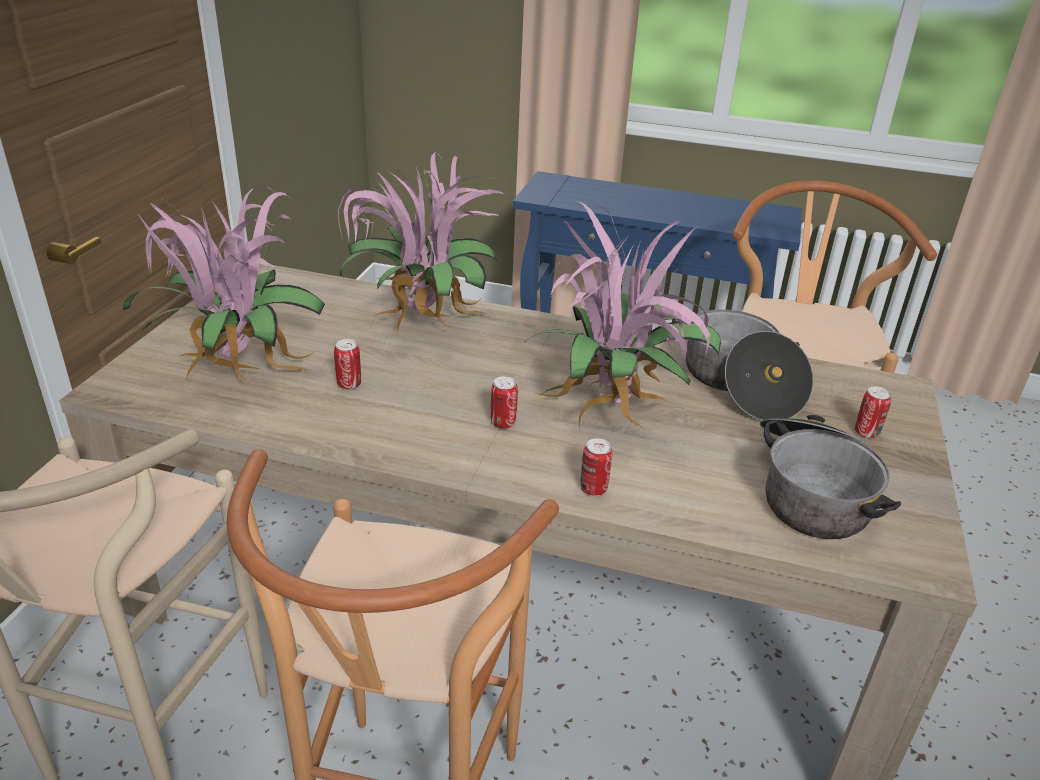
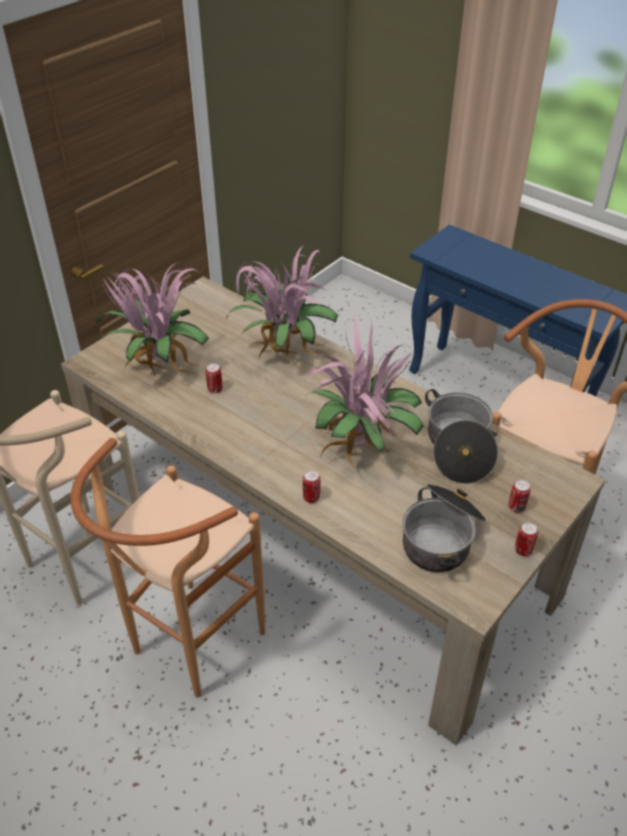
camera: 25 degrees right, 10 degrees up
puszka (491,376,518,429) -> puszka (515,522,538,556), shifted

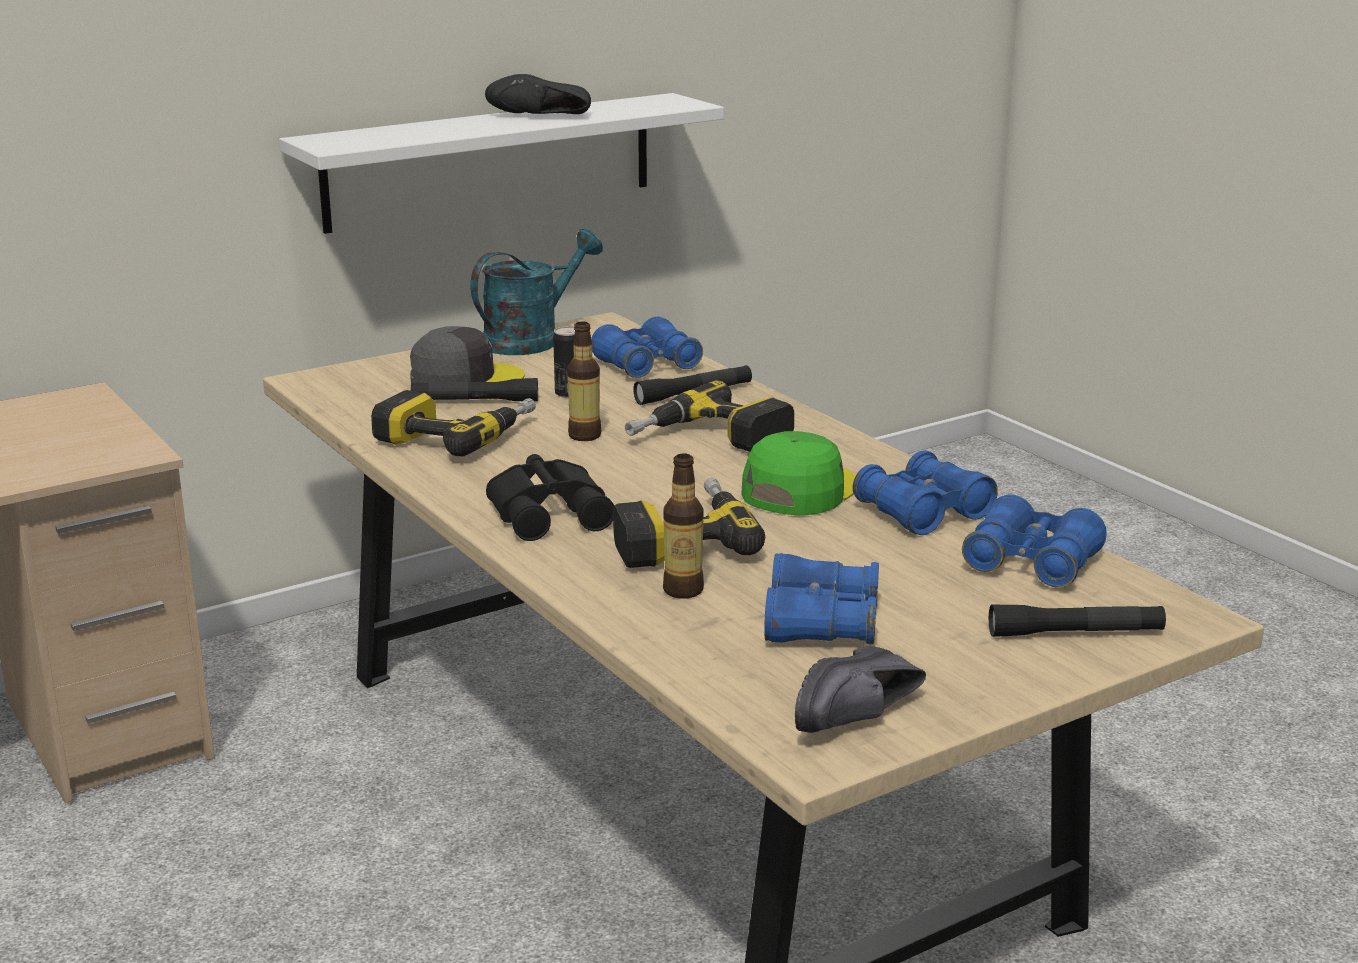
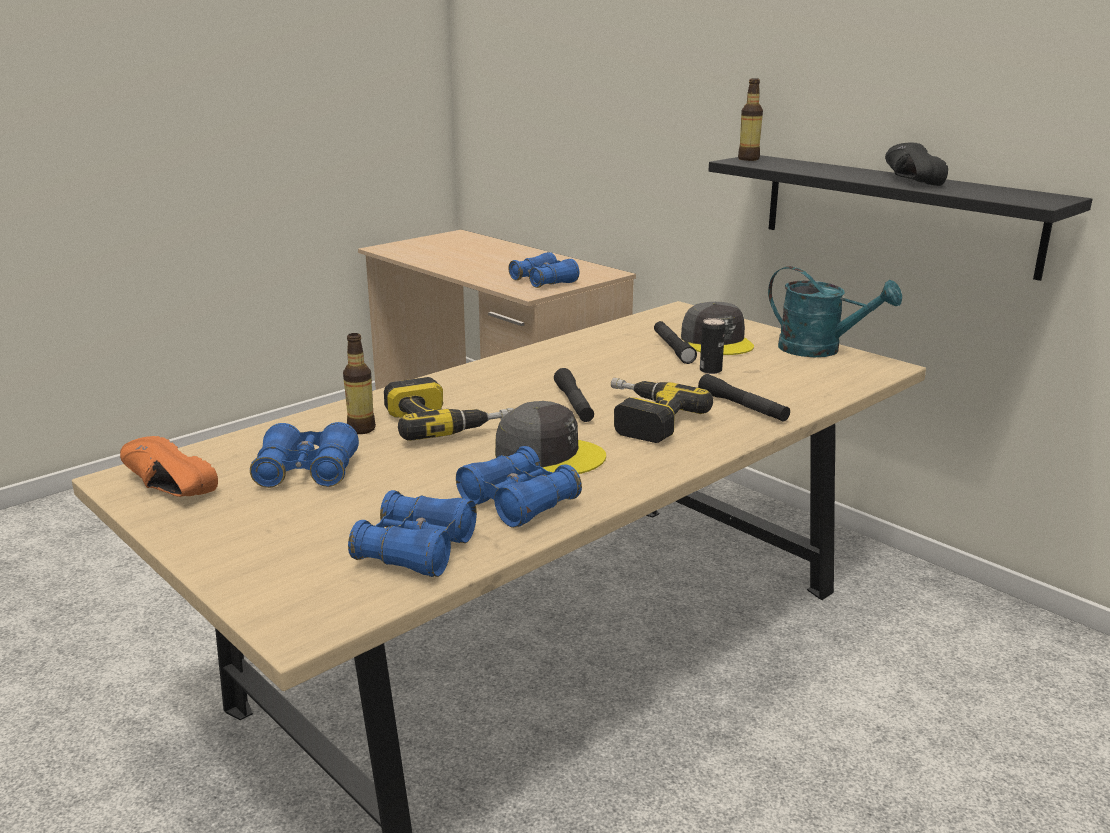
camera: 80 degrees right, 0 degrees up
półka [biały] (279,93,724,234) -> półka [czarny] (708,155,1093,281)
wiertarka (371,390,536,457) -> none
lornetka [czarny] (486,454,614,541) -> none
butelka (567,322,601,441) -> butelka (738,78,763,161), shifted
lornetka [niebieski] (591,317,703,378) -> lornetka [niebieski] (509,252,579,288), shifted
czapka z daszkiem [zielony] (741,431,855,516) -> czapka z daszkiem [szary] (495,401,606,474)
but [czarny] (795,645,926,733) -> but [pomarańczowy] (120,436,218,497)
latarka [czarny] (989,605,1166,637) -> latarka [czarny] (554,368,594,422), shifted

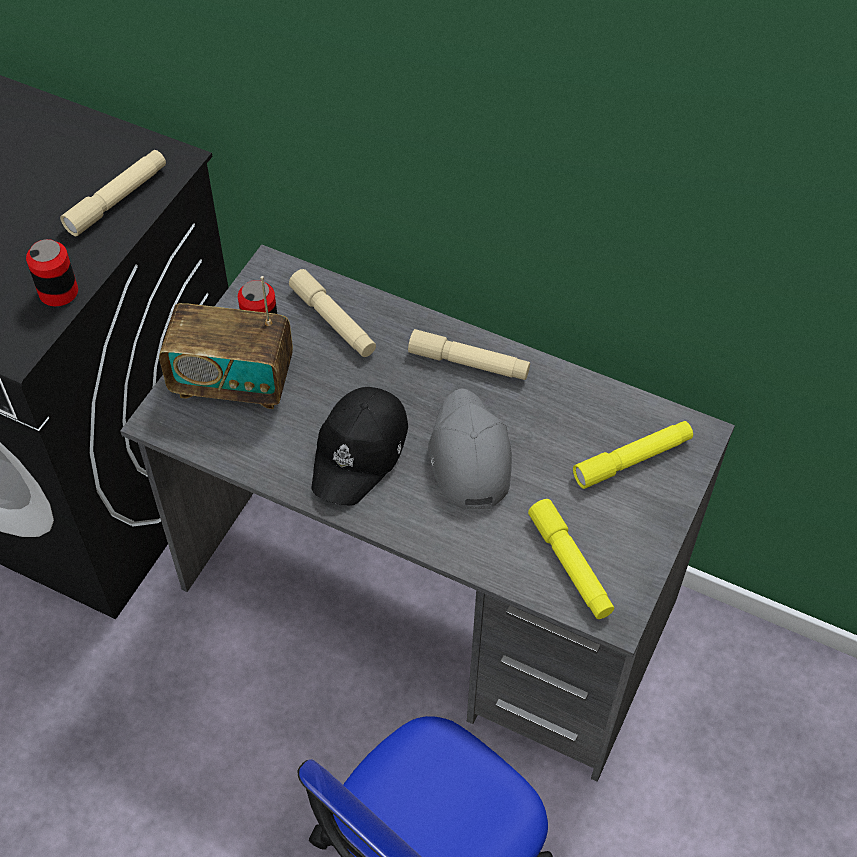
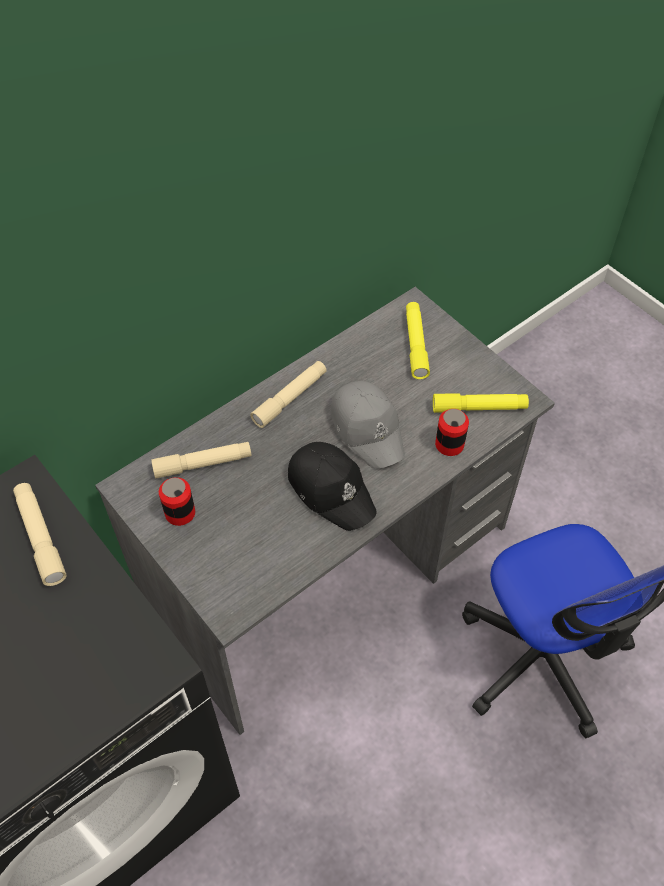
camera: 65 degrees left, 0 degrees up
puszka (26,239,78,307) -> puszka (435,409,469,456), shifted
radio (159,276,293,409) -> none
czapka z daszkiem [szary] (428,388,512,510) -> czapka z daszkiem [szary] (330,381,405,468), 135 degrees counterclockwise

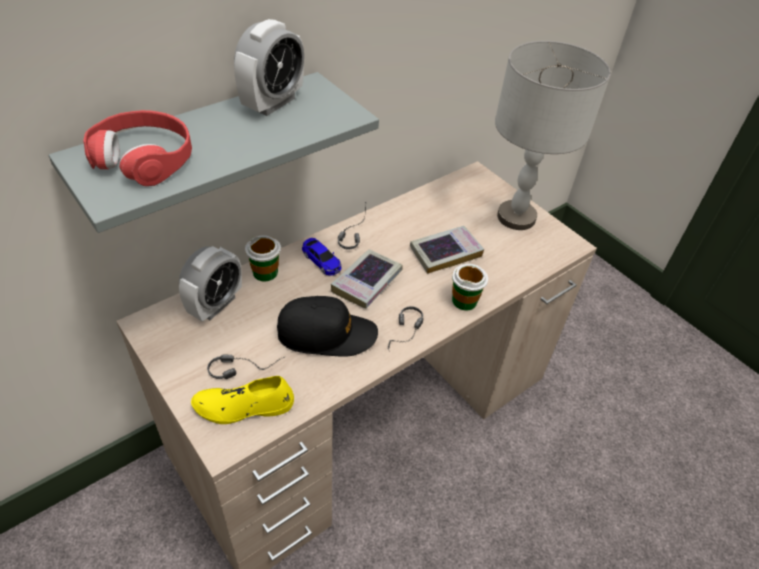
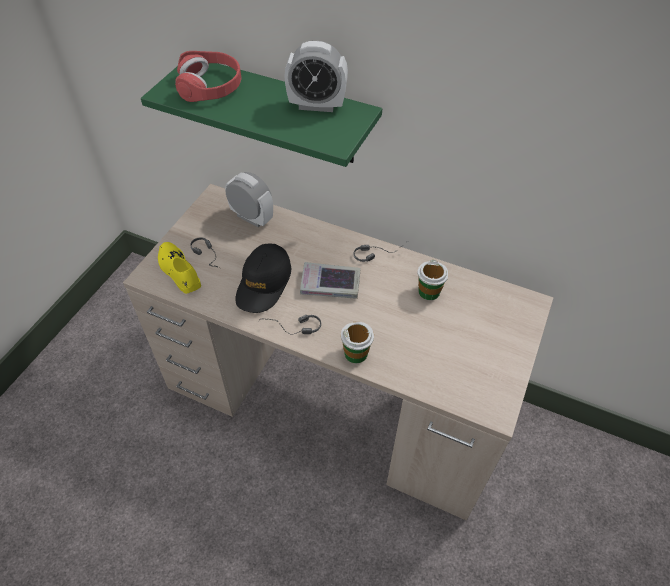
camera: 65 degrees right, 5 degrees up
półka [szary] (49,72,379,233) -> półka [zielony] (141,63,382,167)
budzik (179,246,242,322) -> budzik (225,172,273,227), 150 degrees counterclockwise
filiżanka (245,235,281,282) -> filiżanka (417,260,449,300), shifted
czapka z daszkiem [czarny] (277,296,378,357) -> czapka z daszkiem [czarny] (235,244,291,313), 45 degrees clockwise
samochodzik (302,238,341,276) -> none
książka (410,226,484,274) -> none
lampa stołowa [szary] (495,41,610,230) -> none

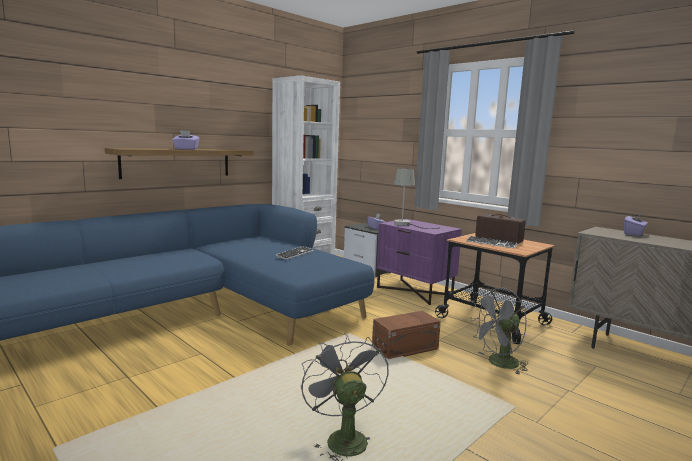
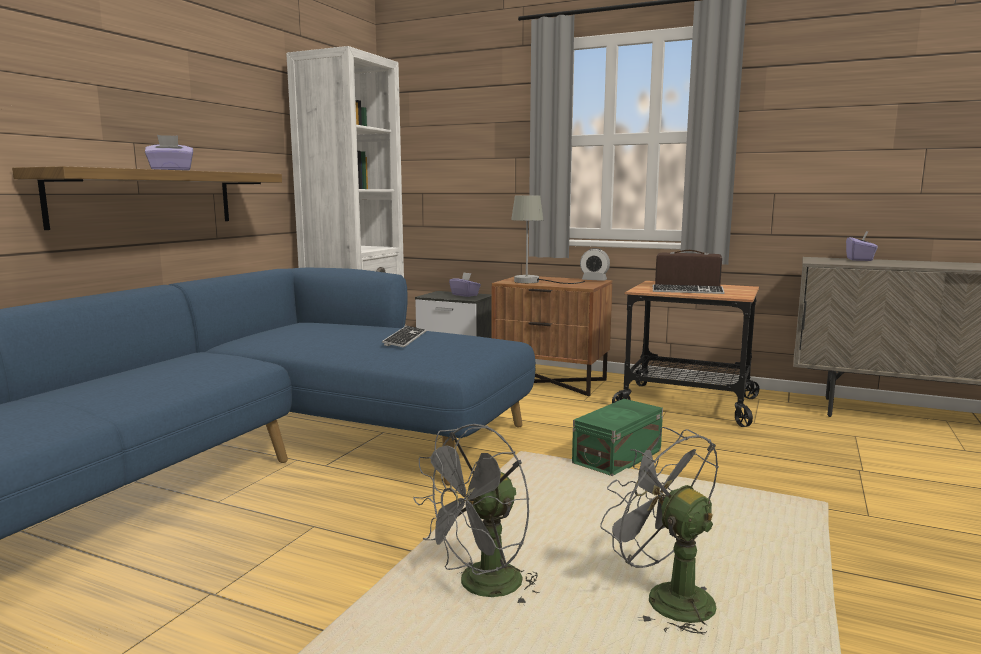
camera: 20 degrees left, 0 degrees up
pojemnik do przechowywania [brązowy] (372,311,441,359) -> pojemnik do przechowywania [zielony] (572,399,663,476)
szafka nocna [fioletowy] (377,219,462,305) -> szafka nocna [brązowy] (492,276,612,396)
wentylator [szary] (470,288,528,375) -> wentylator [szary] (413,424,540,606), shifted
none -> budzik (580,248,610,281)

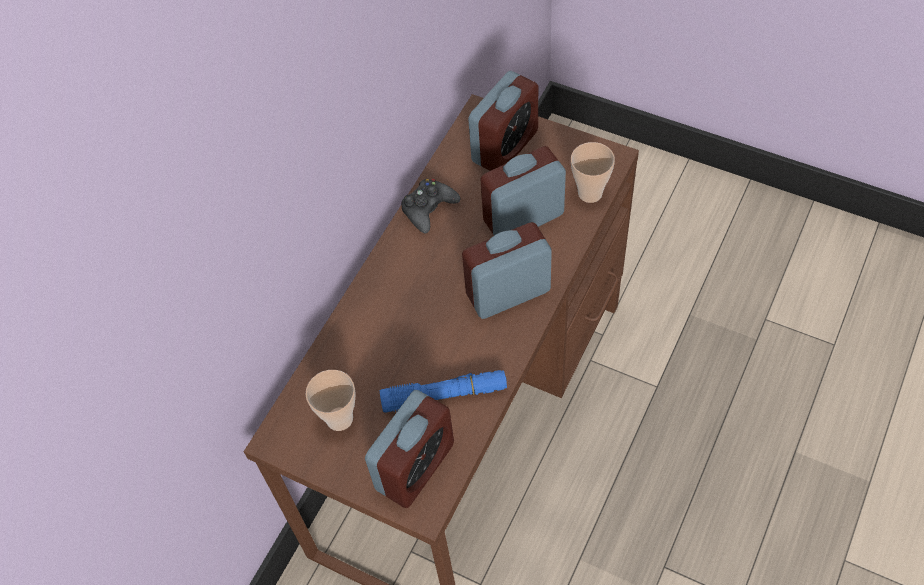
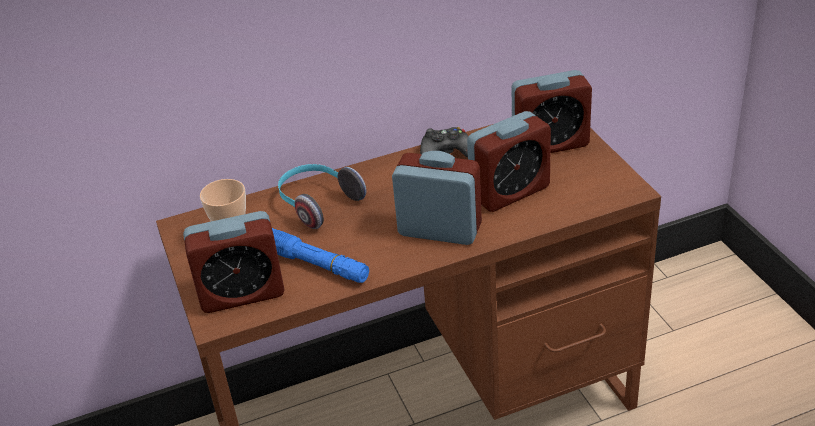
camera: 40 degrees right, 20 degrees down
budzik (481,146,566,235) -> budzik (467,111,551,212), 135 degrees clockwise
filiżanka (571,142,615,203) -> none
none -> słuchawki (278,164,367,229)

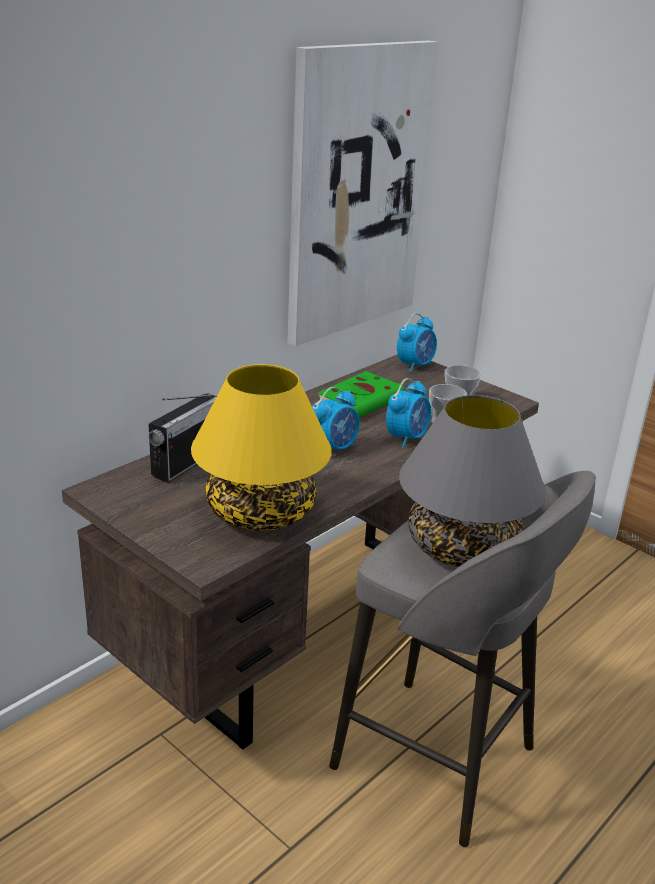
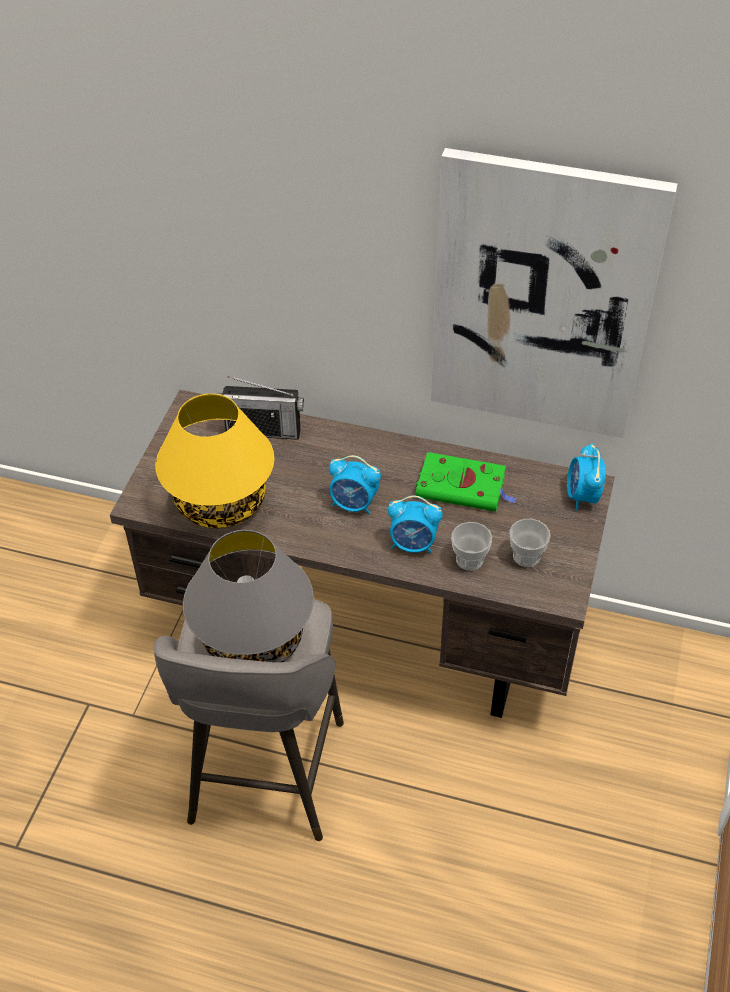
camera: 65 degrees right, 20 degrees up
budzik (397,313,437,372) -> budzik (567,443,605,510), 75 degrees clockwise

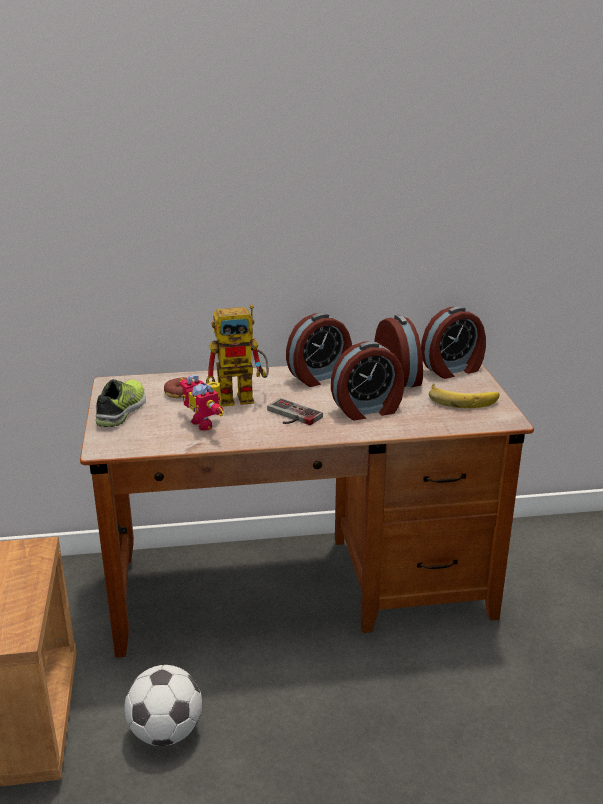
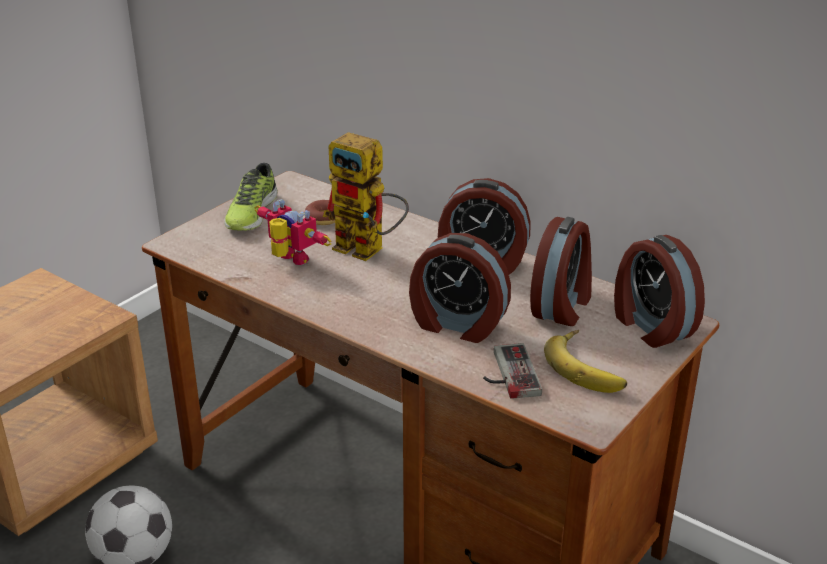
camera: 45 degrees right, 5 degrees up
but (95,379,146,427) -> but (224,163,277,231), 135 degrees clockwise
robot zabawkowy (179,374,224,431) -> robot zabawkowy (254,199,331,265), 120 degrees clockwise
pad do gier (267,398,323,425) -> pad do gier (483,343,542,399), shifted
budzik (421,307,486,379) -> budzik (614,235,705,348), 45 degrees clockwise

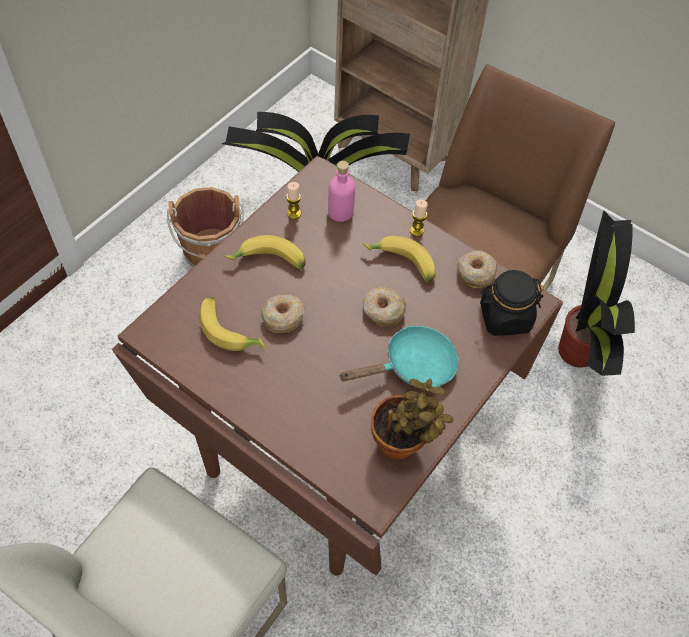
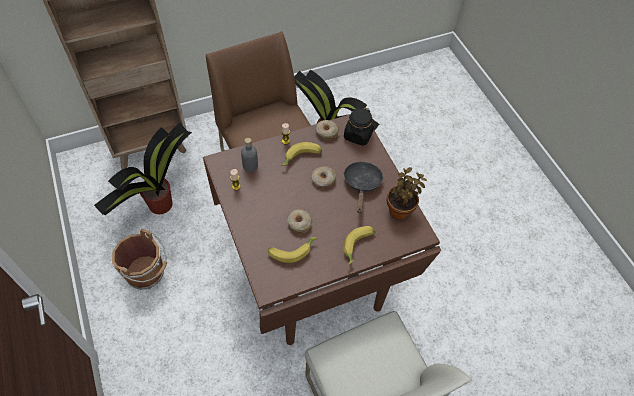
camera: 60 degrees left, 0 degrees up
banan (224,235,306,270) -> banan (343,226,376,265), shifted
butelka [różowy] (328,161,355,222) -> butelka [szary] (241,138,258,172)
patelnia [turkusowy] (339,326,459,387) -> patelnia [czarny] (343,162,384,213)

